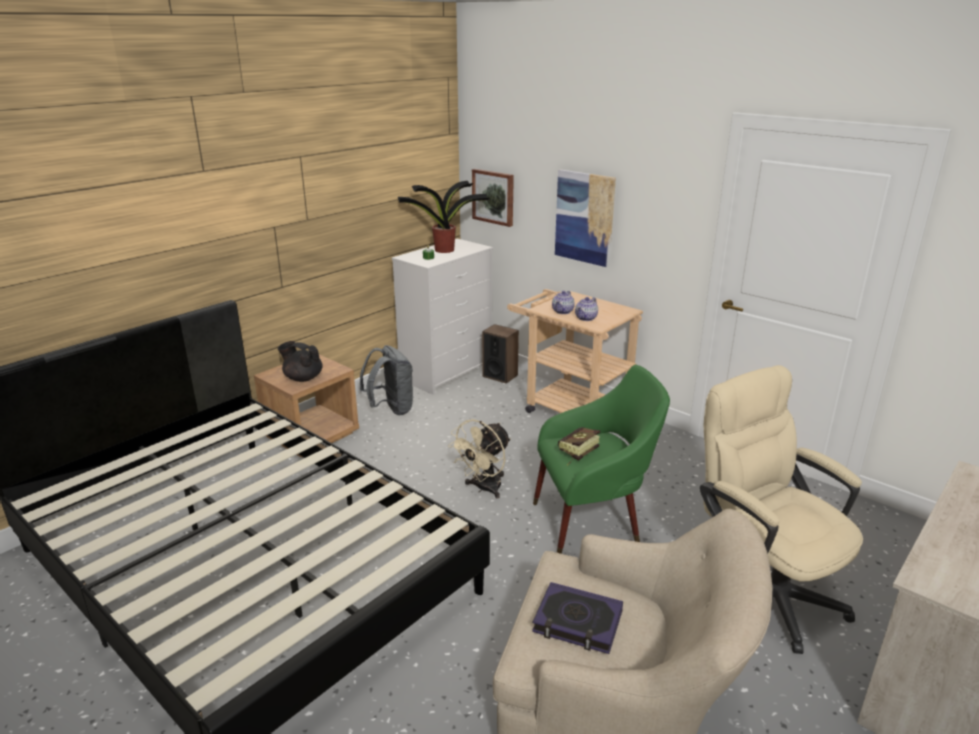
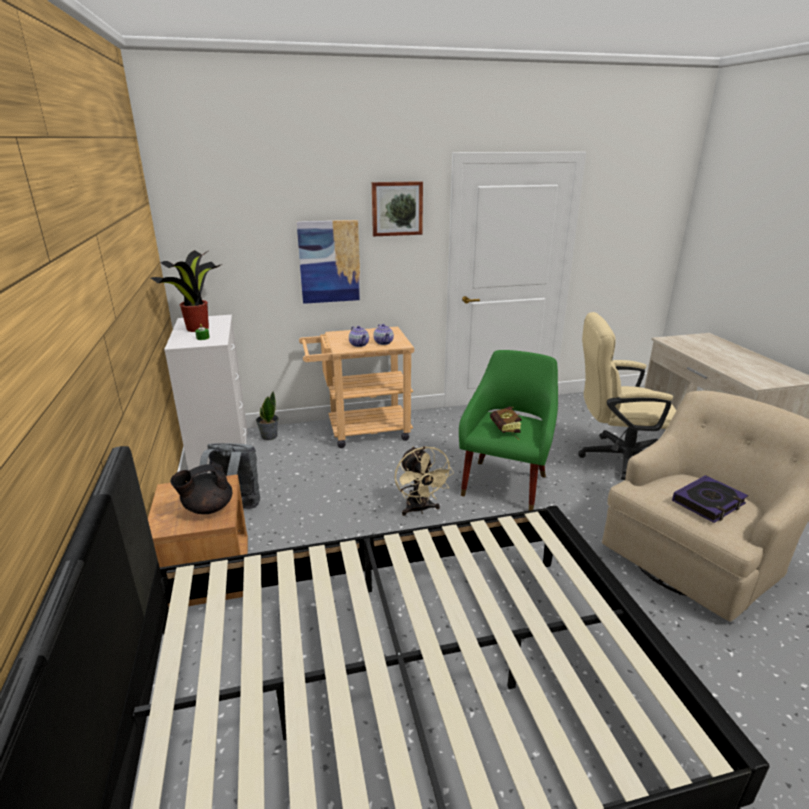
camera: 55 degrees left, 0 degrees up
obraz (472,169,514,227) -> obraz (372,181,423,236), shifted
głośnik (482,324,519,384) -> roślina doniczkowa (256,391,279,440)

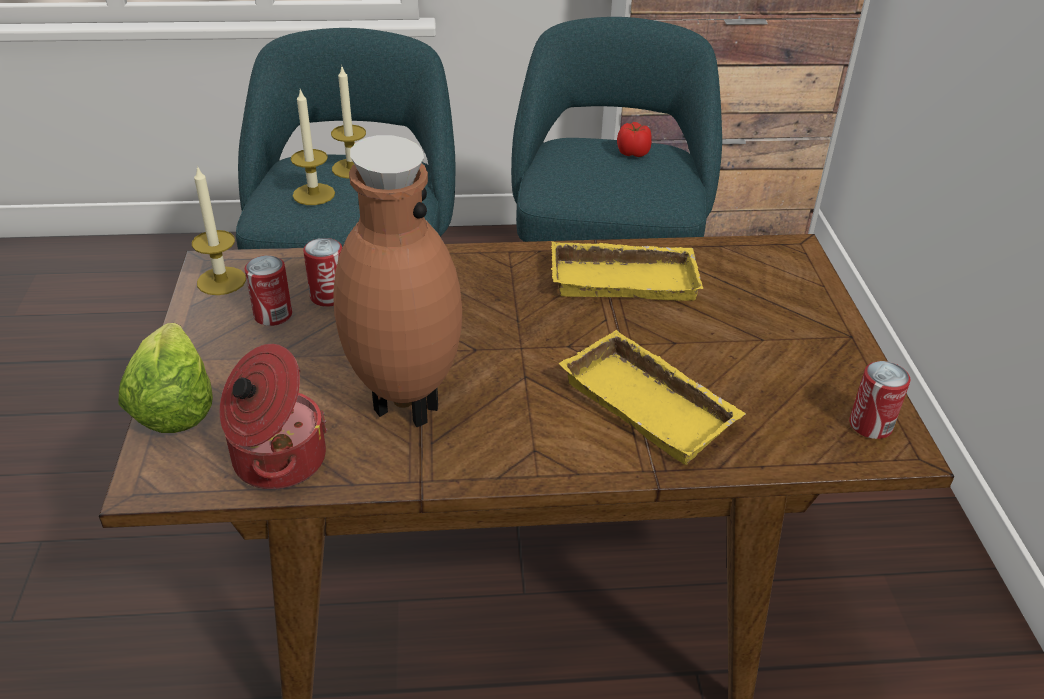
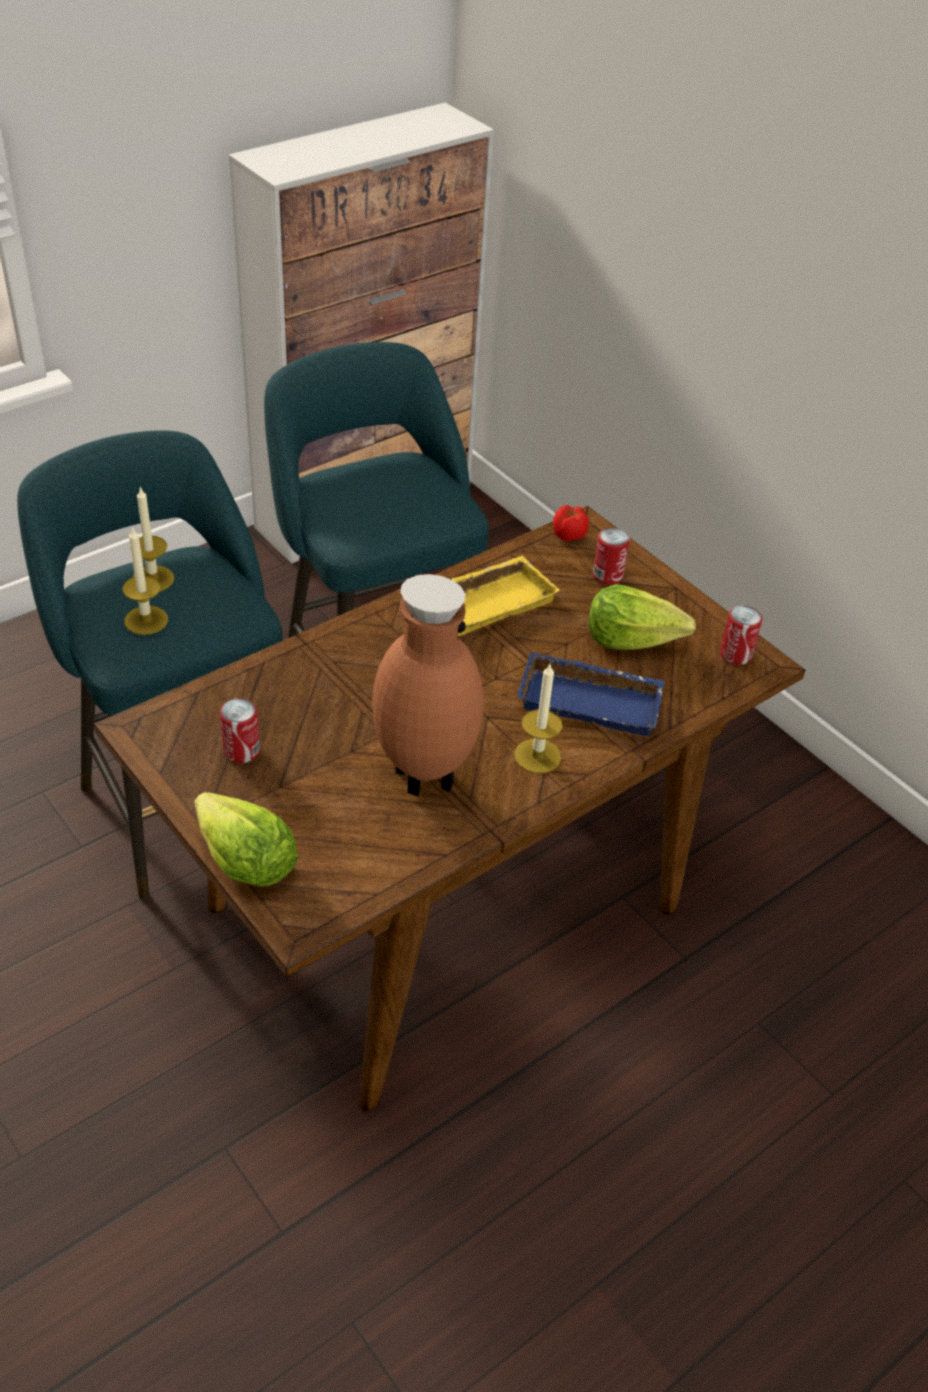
camera: 35 degrees left, 5 degrees up
świeca (192,166,246,295) -> świeca (514,664,562,773), shifted
garnek (220,344,328,490) -> none
puszka (303,238,342,307) -> puszka (593,528,630,585), shifted
taca [żółty] (559,330,746,465) -> taca [niebieski] (517,652,665,736)
pomidor (617,122,652,157) -> pomidor (553,505,589,541), shifted
none -> sałata (589,584,696,649)

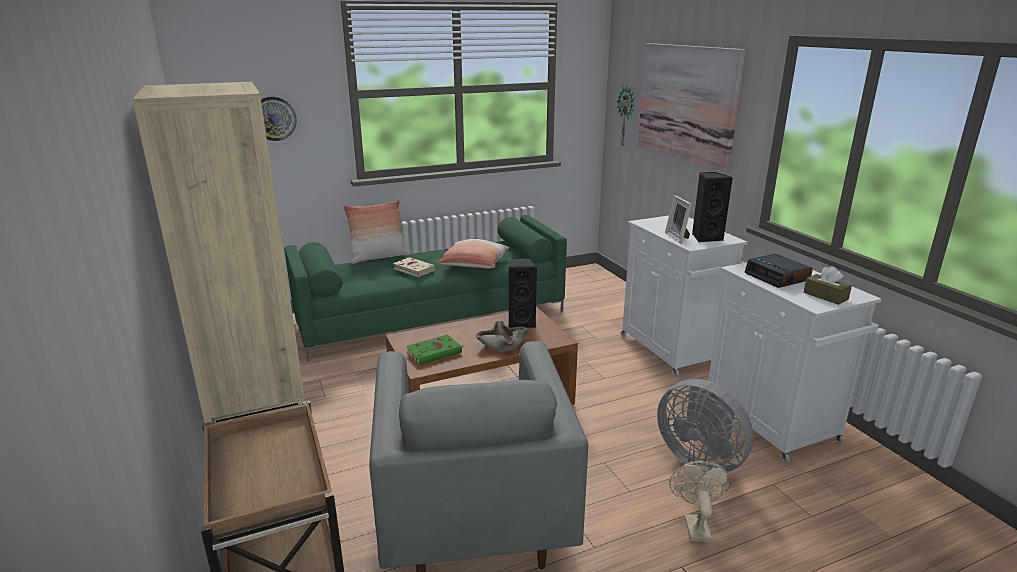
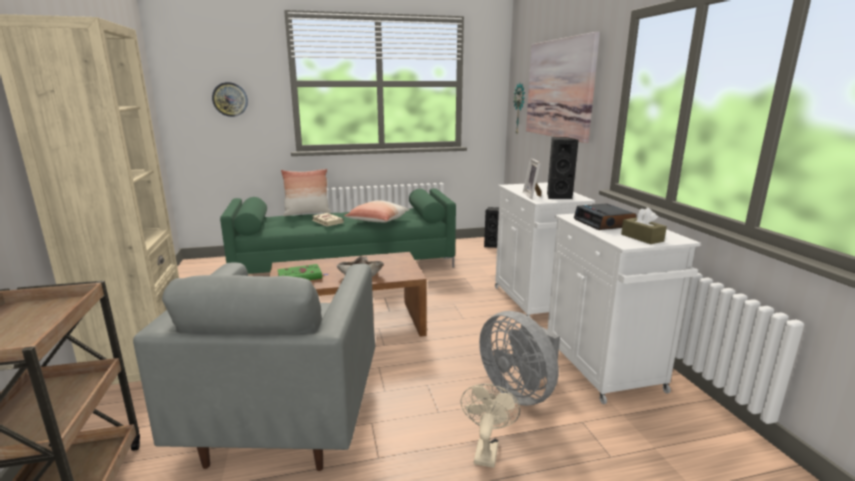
camera: 10 degrees right, 5 degrees down
głośnik [czarny] (509,258,537,328) -> głośnik [czarny] (484,207,499,248), shifted

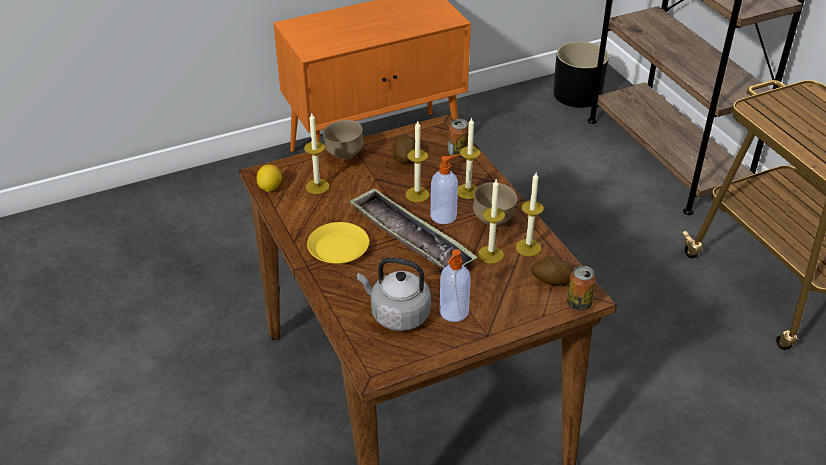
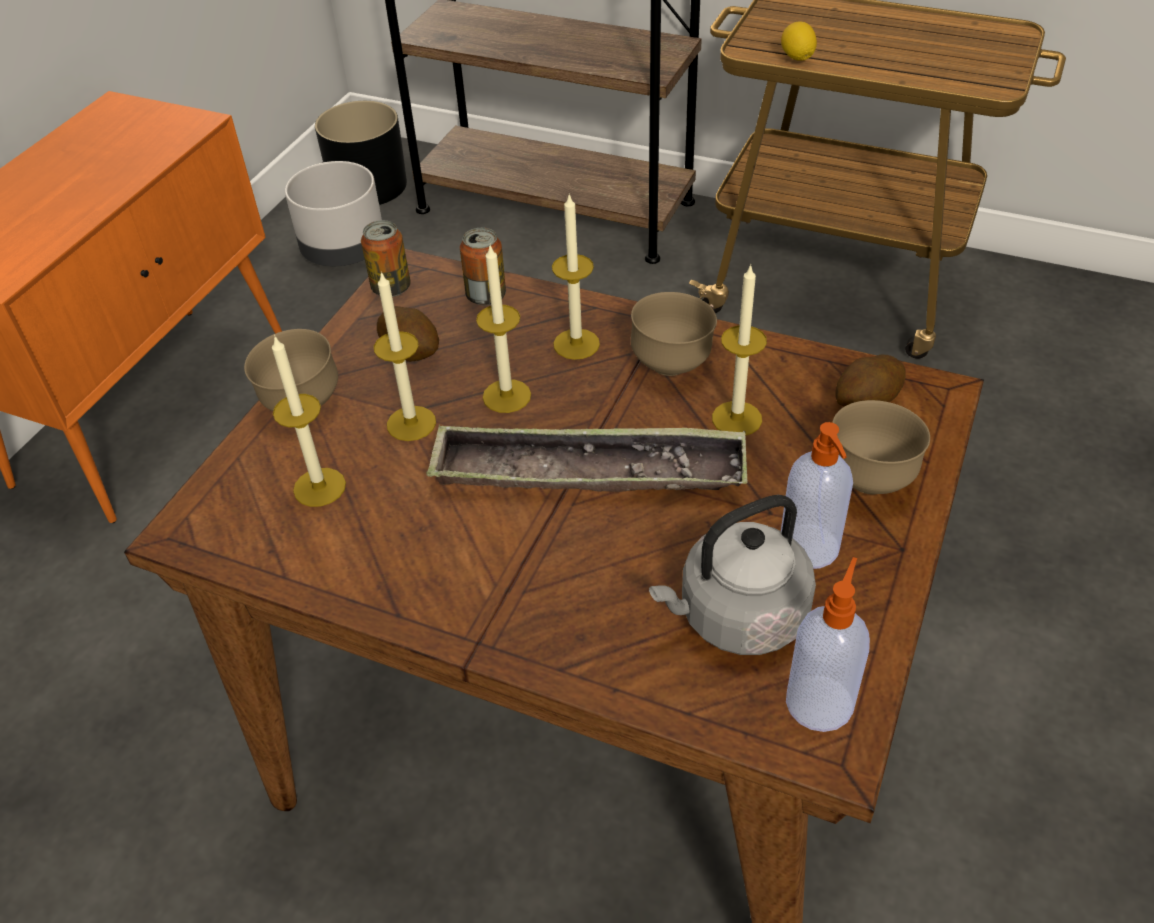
camera: 40 degrees left, 5 degrees up
cytryna (257,165,282,192) -> cytryna (781,21,817,61), shifted
talerz [żółty] (307,222,369,264) -> none
dozownik mydła (431,154,460,224) -> dozownik mydła (786,557,870,732), shifted
świeca (516,171,544,256) -> świeca (374,271,436,441), shifted
puszka (567,266,596,311) -> puszka (361,220,411,297), shifted
none -> donica [szary] (285,161,382,266)
none -> miska [brązowy] (832,400,930,494)

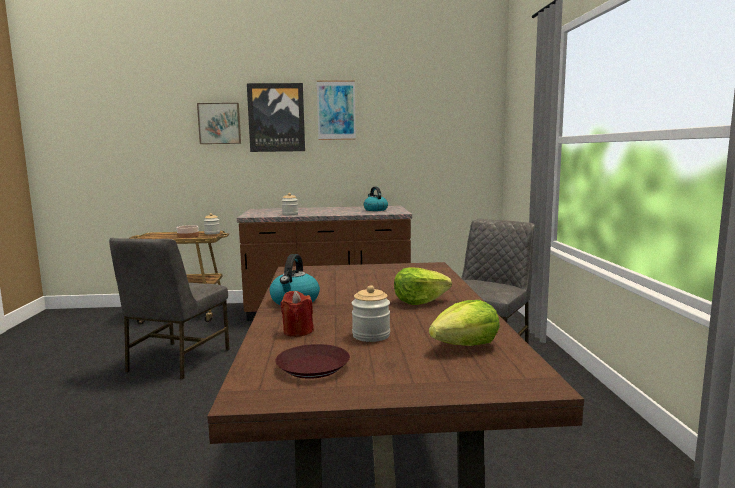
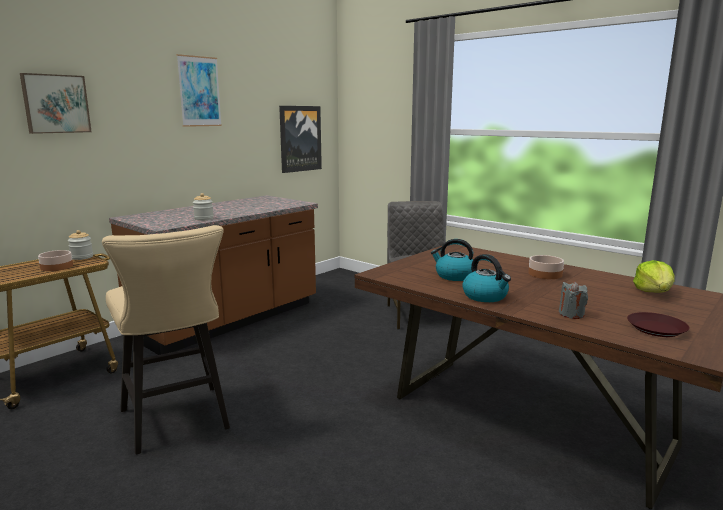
camera: 45 degrees left, 5 degrees up
krzesło [szary] (109,238,230,380) -> stołek [beżowy] (102,225,230,454)
obraz (247,83,305,152) -> obraz (279,106,322,173), shifted
świeca [czerwony] (280,291,314,337) -> świeca [szary] (559,281,588,319)
słoik (352,285,390,342) -> none
czajnik (364,187,388,211) -> czajnik (431,239,473,281), shifted
sałata (394,267,452,305) -> miska (528,255,564,279)

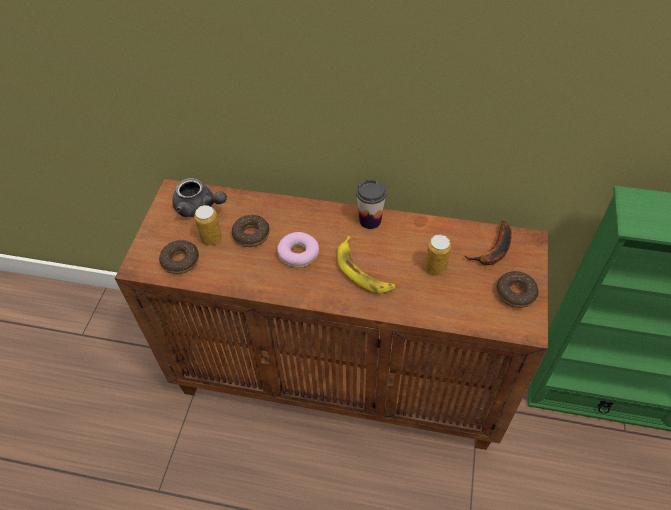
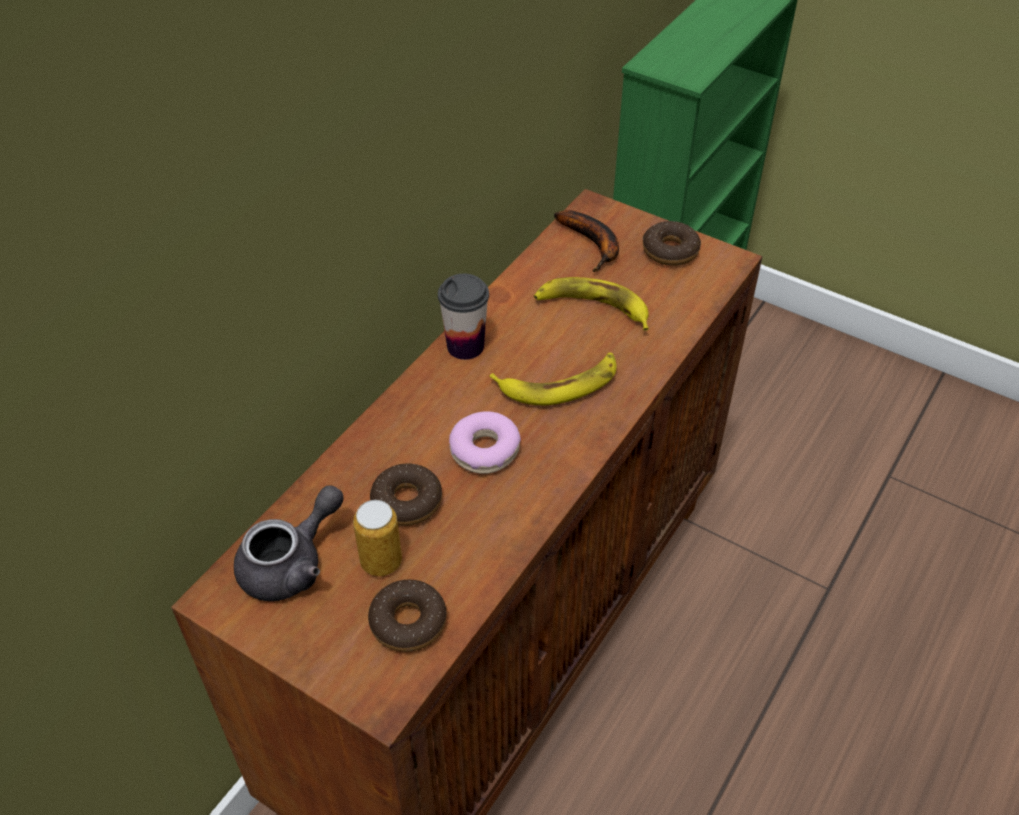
camera: 70 degrees left, 5 degrees down
puszka (425,235,452,276) -> banan (534,277,649,331)

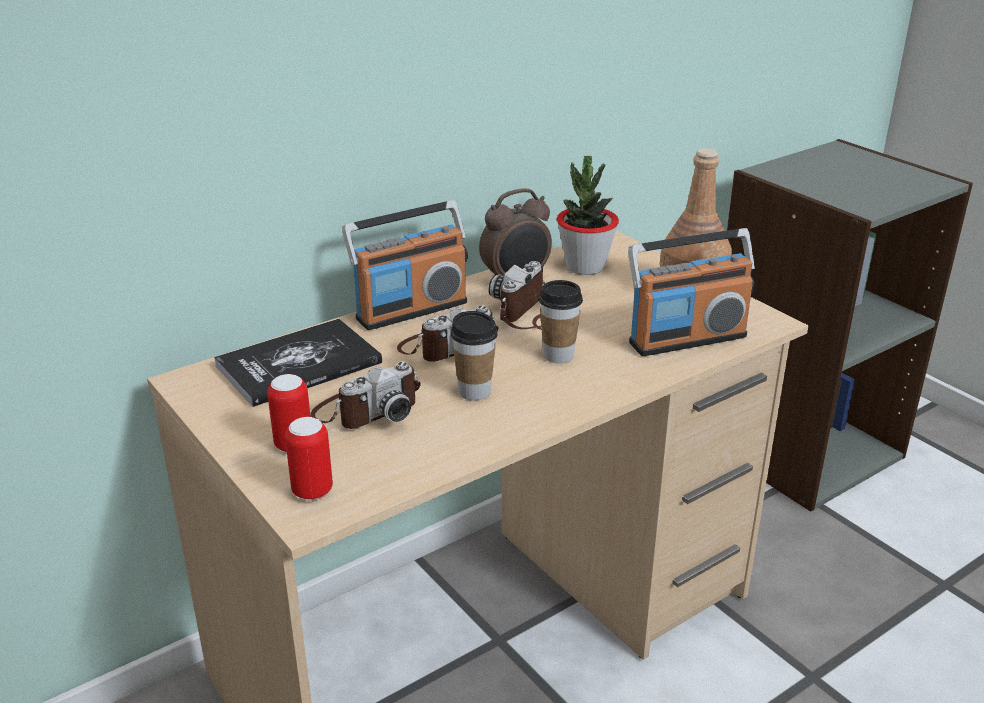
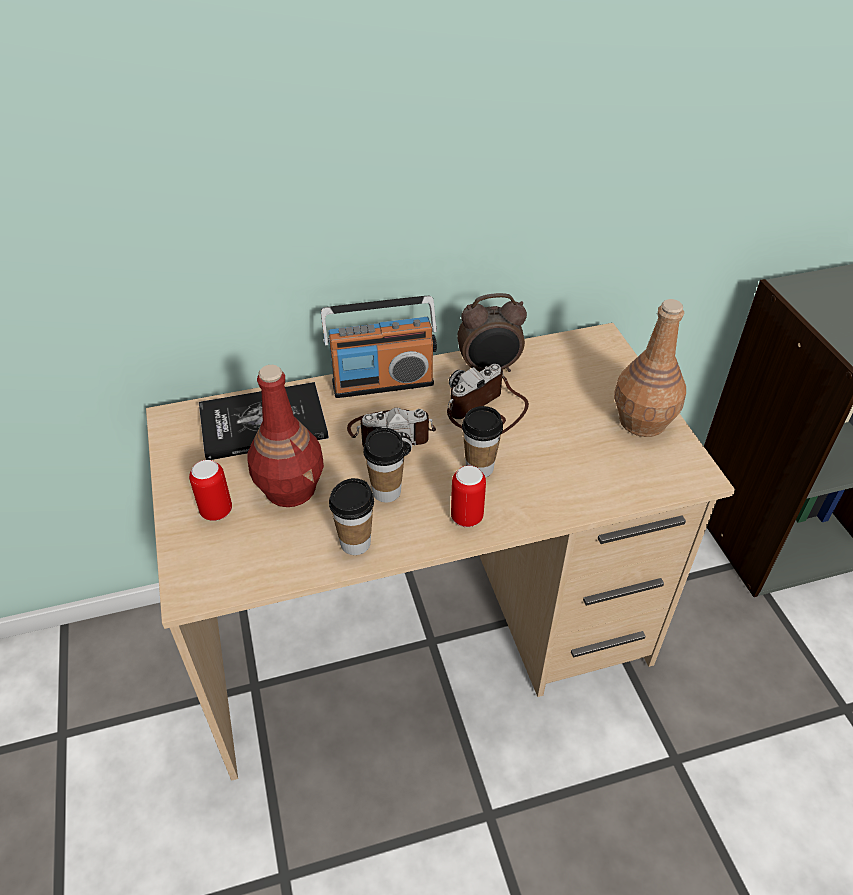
camera: 20 degrees right, 15 degrees up
puszka (285,417,333,500) -> puszka (451,466,486,527), shifted
aparat fotograficzny (310,361,421,429) -> butelka [czerwony] (248,365,324,507)
roślina doniczkowa (557,156,619,275) -> none
radio (628,228,755,356) -> none
none -> filiżanka (329,478,374,555)

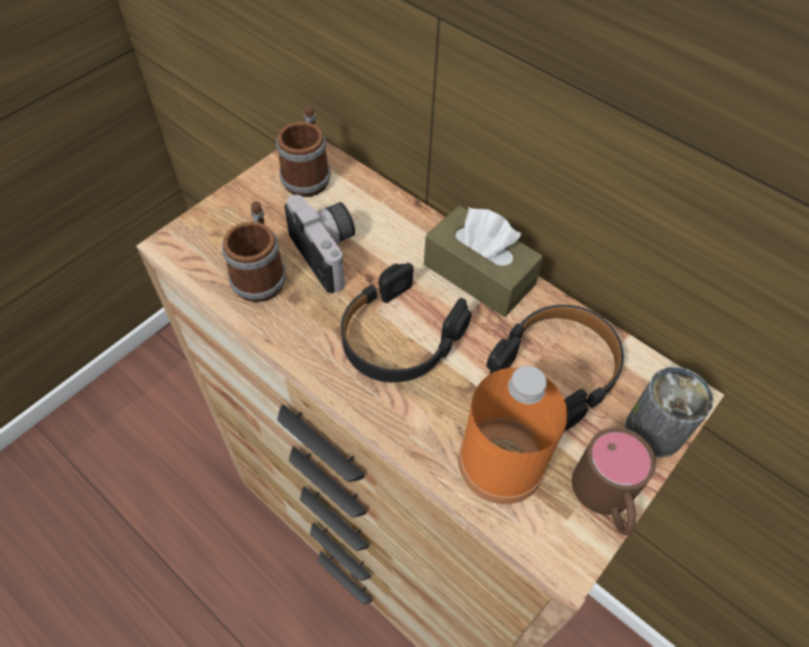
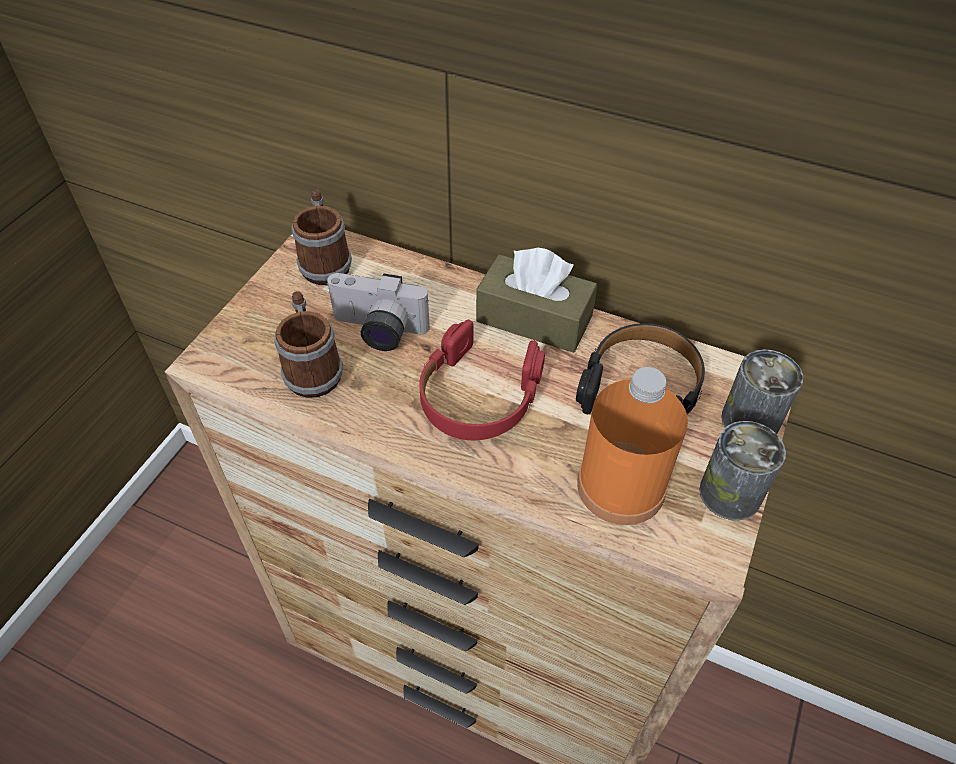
camera: 15 degrees left, 5 degrees down
aparat fotograficzny (284,195,355,293) -> aparat fotograficzny (325,273,430,351), 150 degrees clockwise
słuchawki [czarny] (341,263,472,383) -> słuchawki [czerwony] (419,320,545,440)
kubek [brązowy] (572,427,656,536) -> puszka (700,421,786,520)

